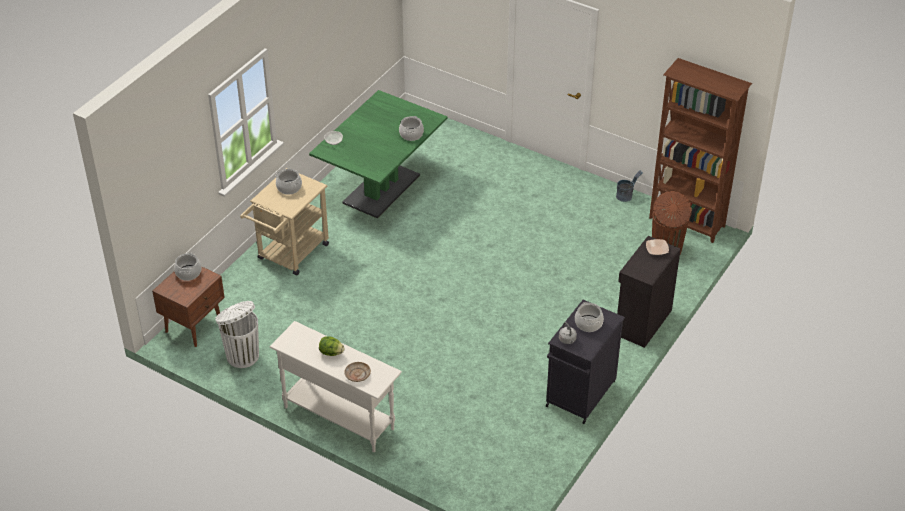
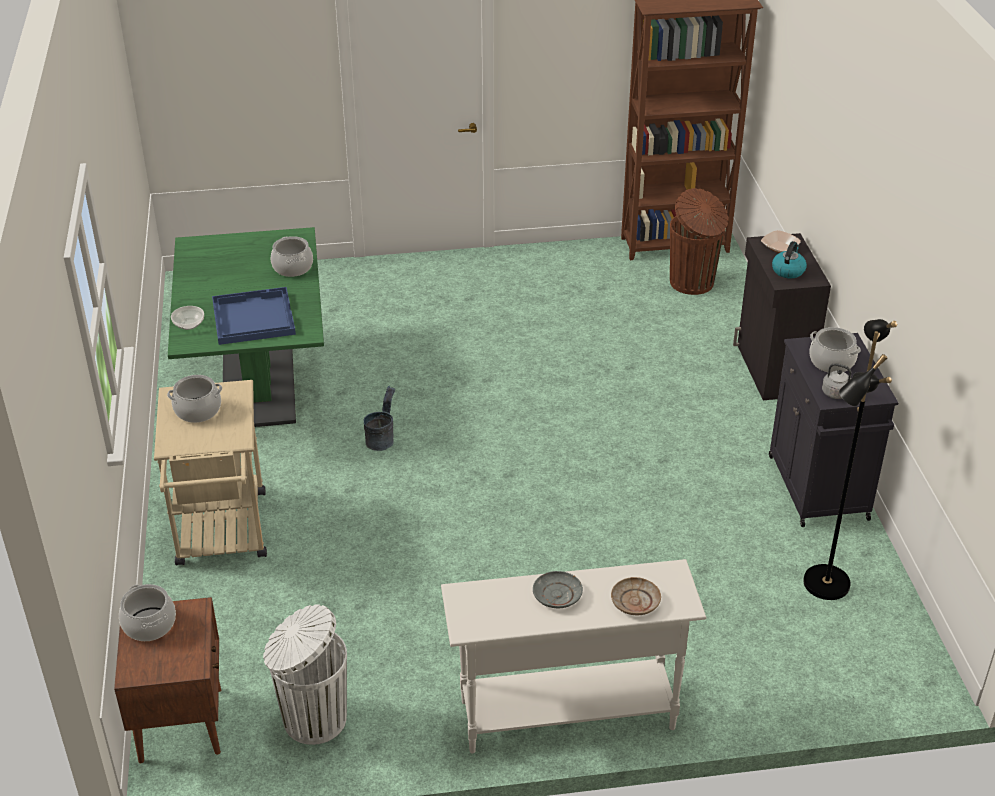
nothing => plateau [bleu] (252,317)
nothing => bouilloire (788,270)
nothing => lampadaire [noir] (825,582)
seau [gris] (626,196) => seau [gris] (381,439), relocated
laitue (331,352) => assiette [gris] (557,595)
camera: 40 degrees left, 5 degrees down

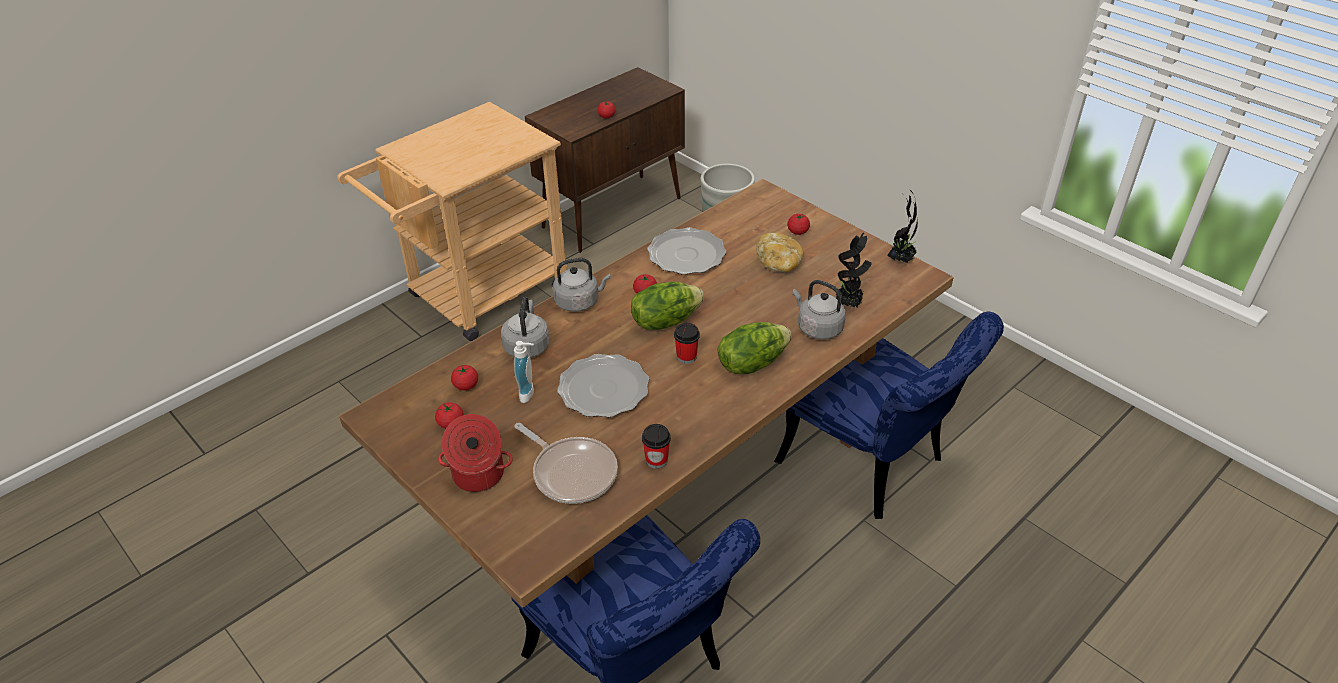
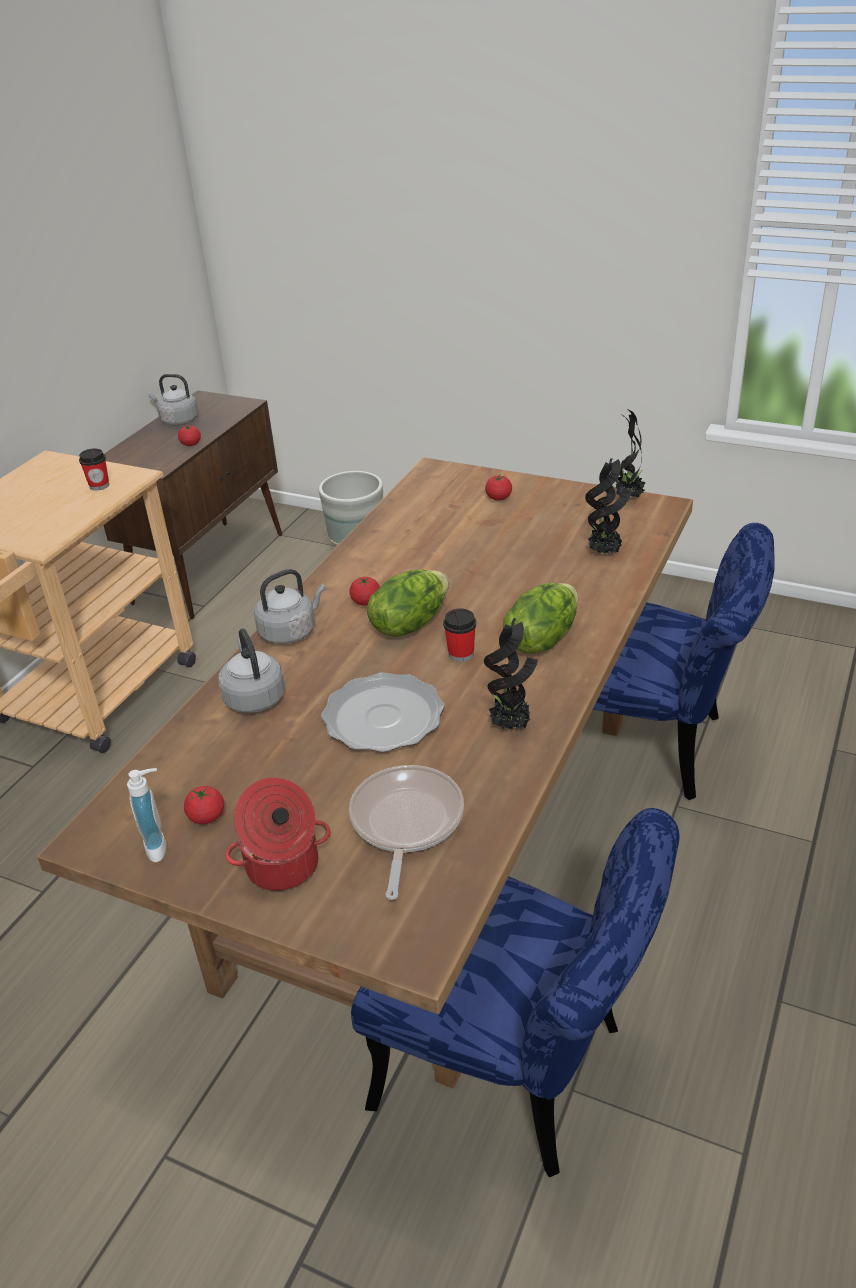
tomate (466,385) => nothing
assiette (687,255) => nothing
pain (779,263) => nothing
nothing => plante en pot (511,726)
distributeur de savon (529,393) => distributeur de savon (161,846), relocated
tasse (656,460) => tasse (99,485), relocated
bouilloire [gris] (817,328) => bouilloire [gris] (177,421), relocated
poêle (572,472) => poêle (405,823), 105 degrees counterclockwise
camera: 20 degrees left, 5 degrees down

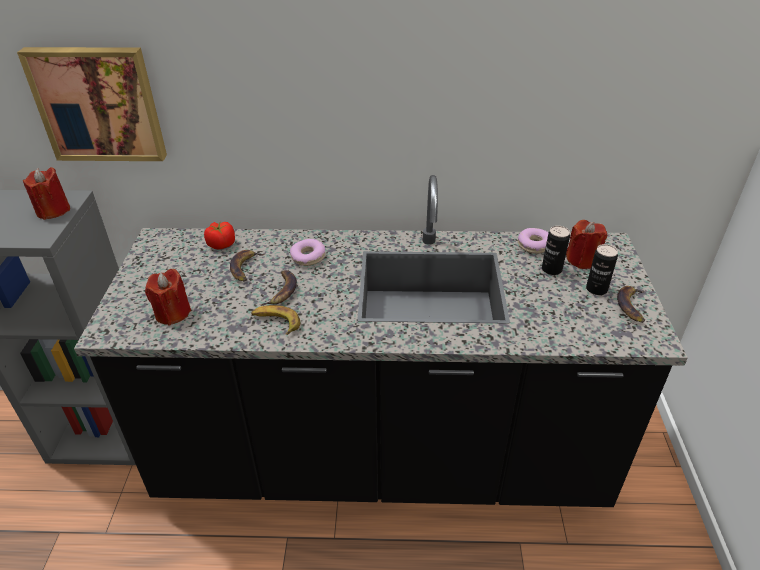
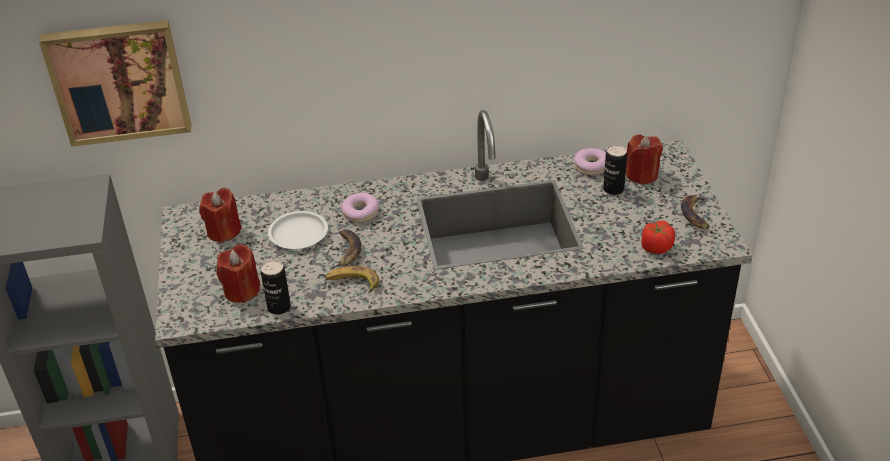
bougie [rouge] (53,211) => bougie [rouge] (223,231), relocated
tomate (221,245) => tomate (656,247), relocated
boîte métallique (596,289) => boîte métallique (279,307), relocated
banane (245,268) => assiette [blanc] (298,234)
camera: 10 degrees left, 0 degrees up

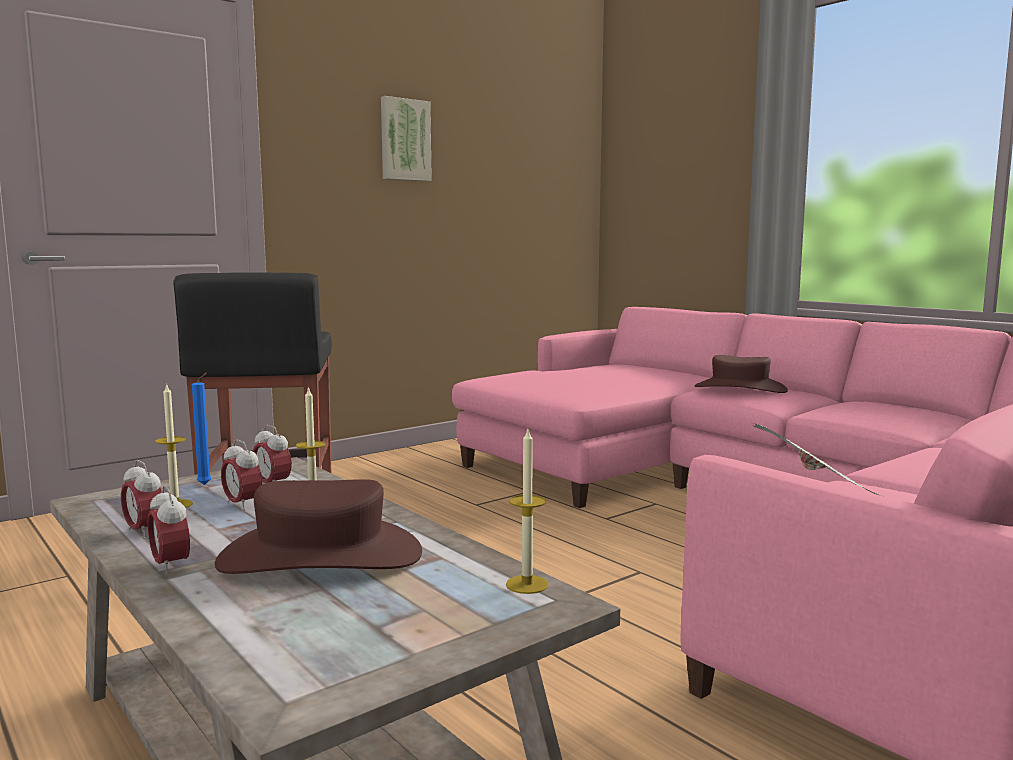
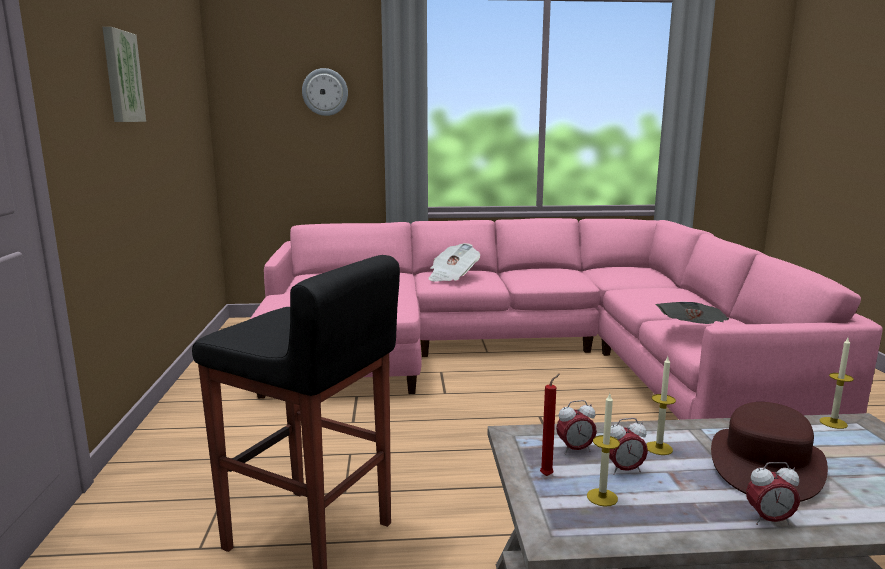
réveil (144,532) => nothing
nothing => horloge murale (325,92)
chapeau [marron] (740,388) => journal (452,277)
bougie [bleu] (206,485) => bougie [rouge] (548,475)
camera: 55 degrees left, 5 degrees up

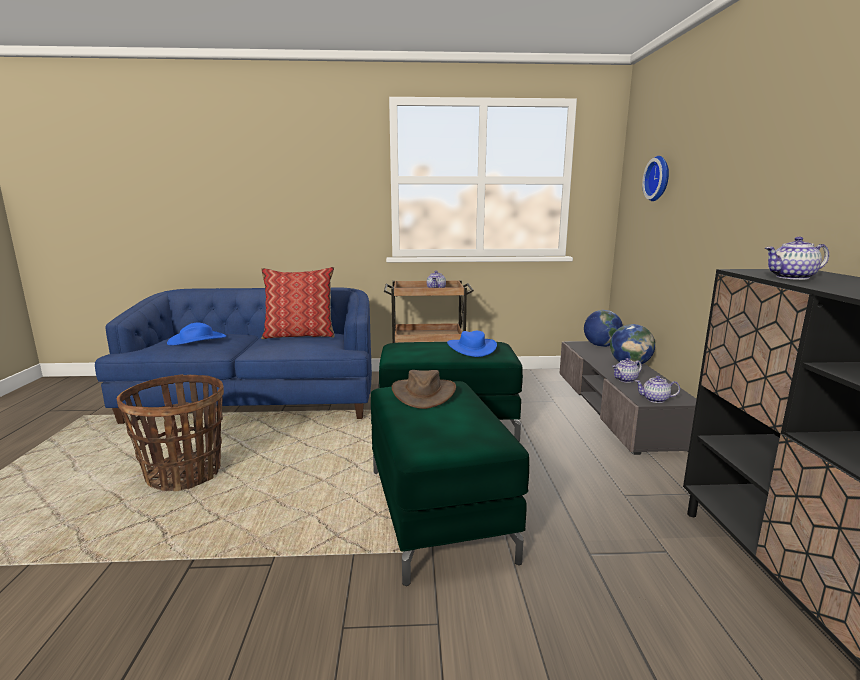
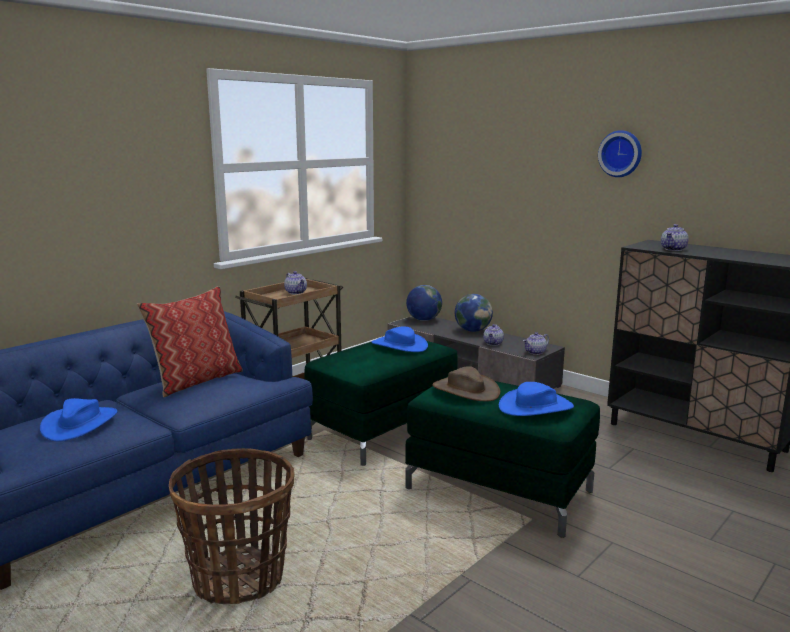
nothing => chapeau [bleu] (536,407)
horloge murale (659,178) => horloge murale (621,153), relocated
camera: 45 degrees left, 0 degrees up

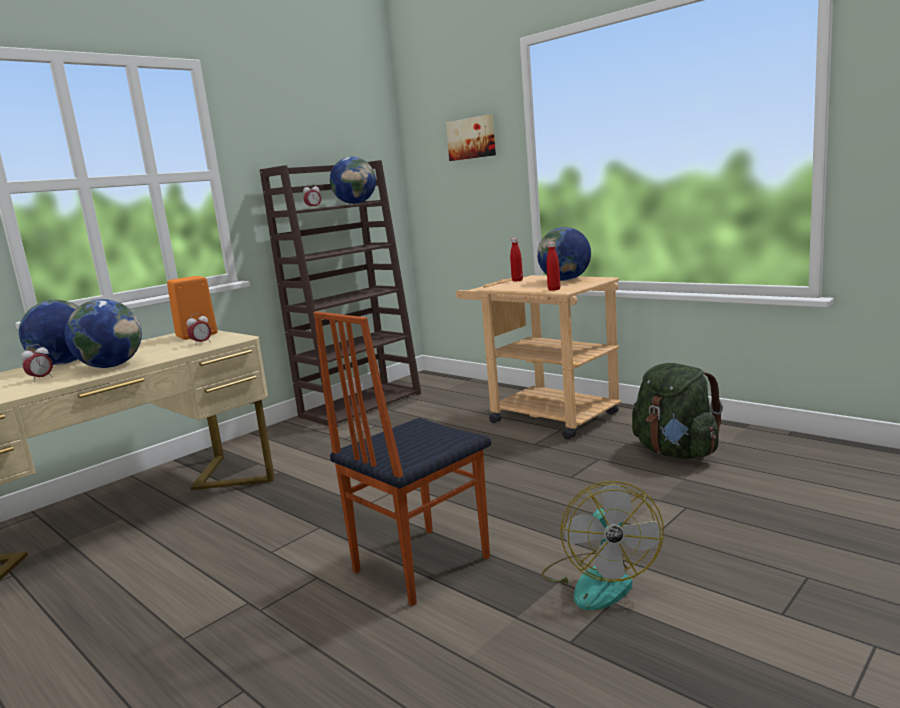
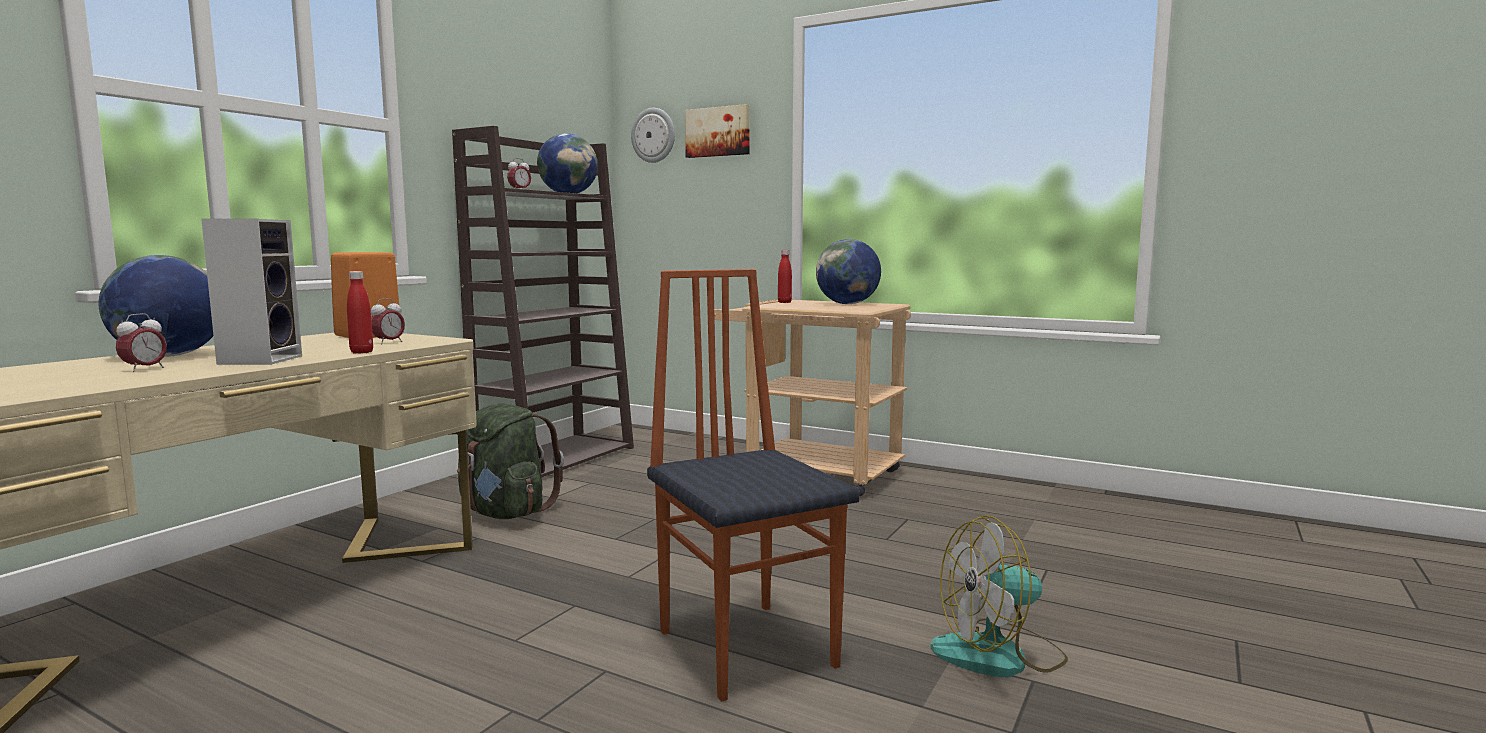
nothing => horloge murale (654,135)
bouteille [rouge] (554,289) => bouteille [rouge] (361,352), relocated
sac à dos [vert] (676,452) => sac à dos [vert] (506,513), relocated
globe (111,366) => enceinte (261,359)
chaise (419,564) => chaise (748,647), 120 degrees clockwise
ventilateur (598,580) => ventilateur (999,655), 90 degrees clockwise
camera: 15 degrees left, 5 degrees down

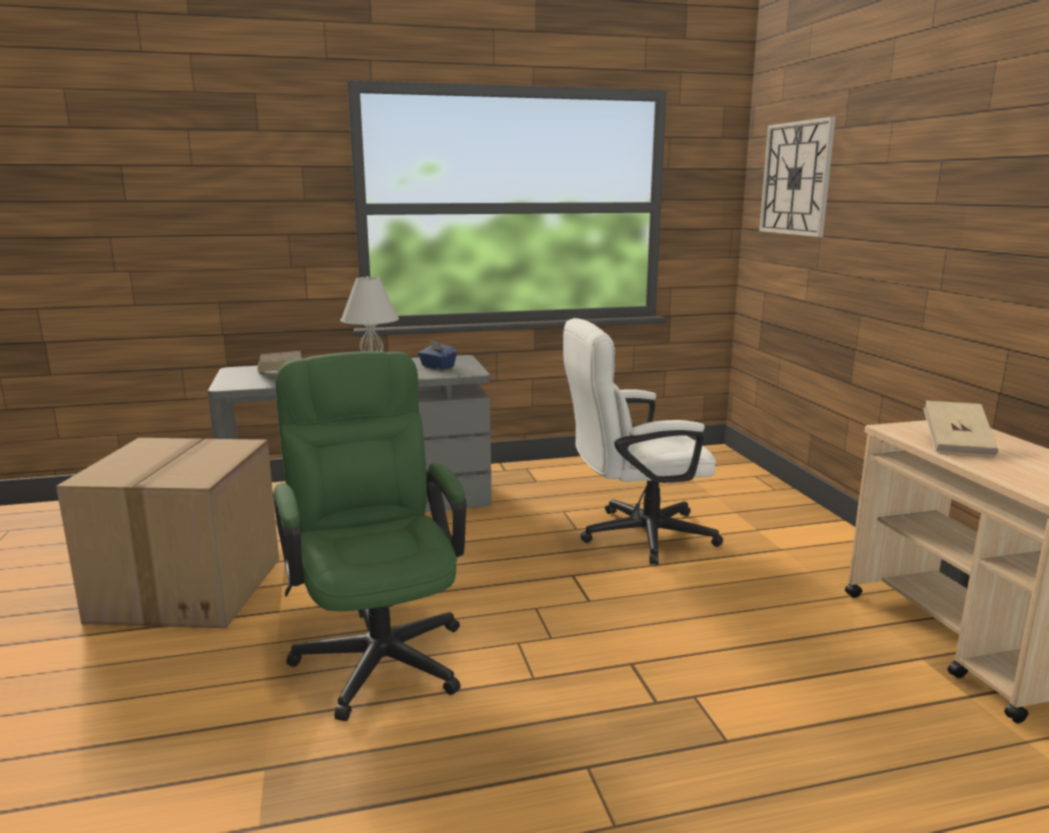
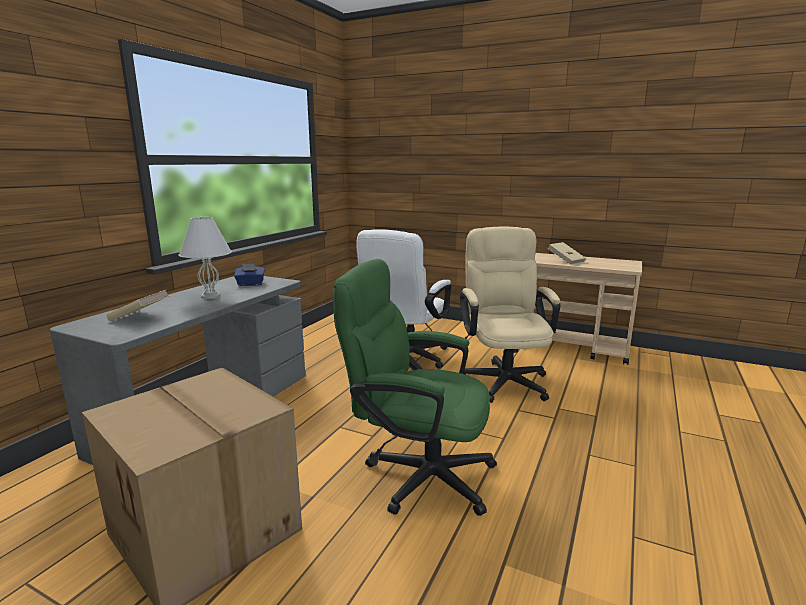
horloge murale (796,178) => nothing
nothing => chaise de bureau [beige] (503,378)
camera: 50 degrees left, 0 degrees up

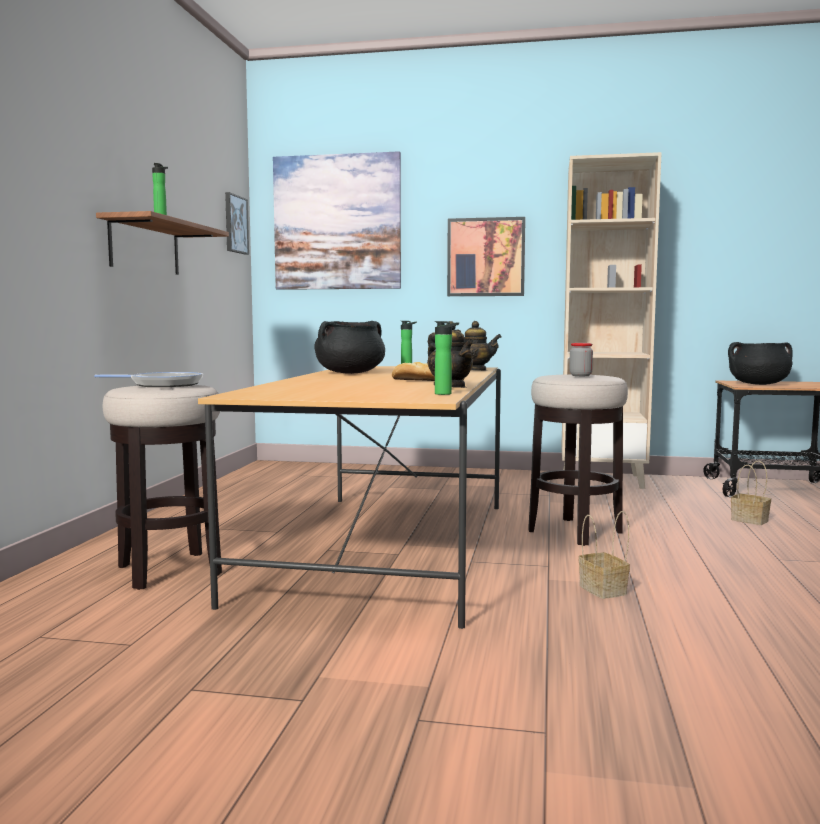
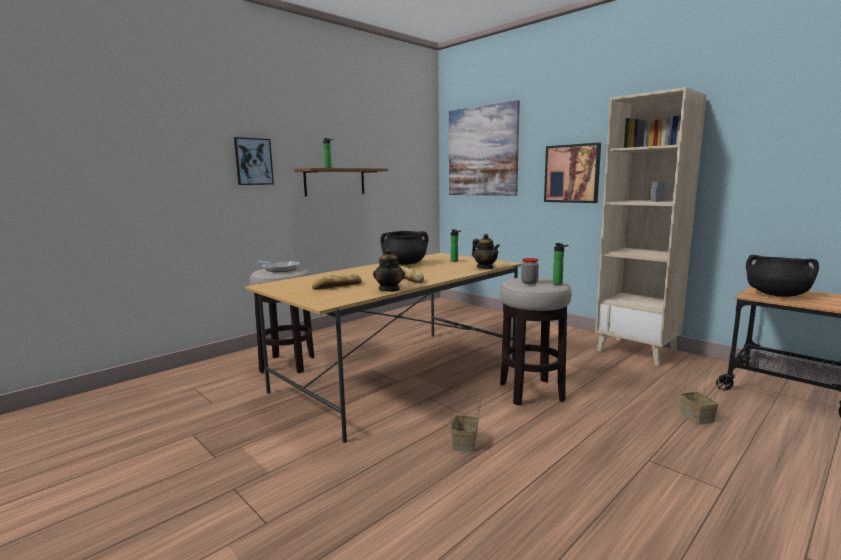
nothing => pain (336,286)
tableau (235,224) => tableau (253,161), relocated
bouteille (446,394) => bouteille (559,284), relocated
camera: 35 degrees right, 5 degrees up

